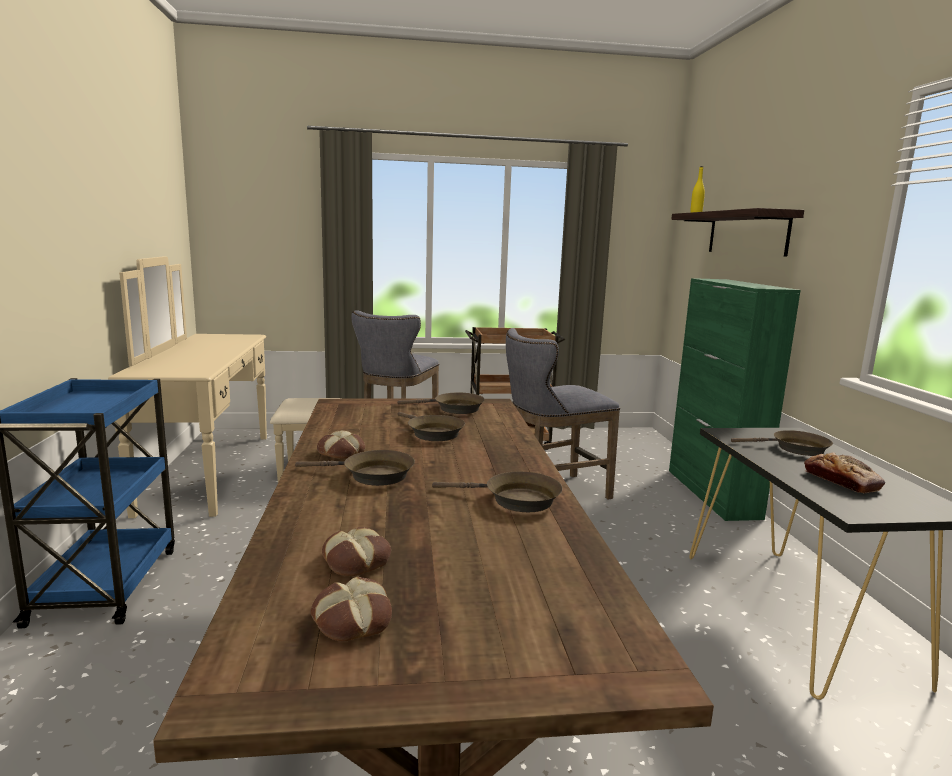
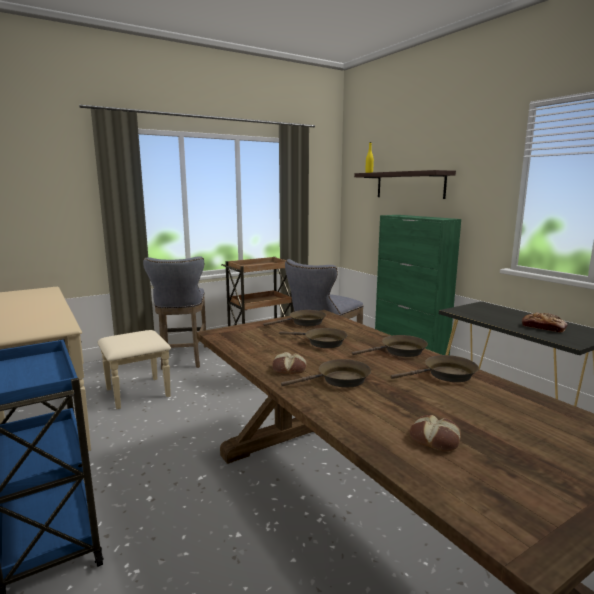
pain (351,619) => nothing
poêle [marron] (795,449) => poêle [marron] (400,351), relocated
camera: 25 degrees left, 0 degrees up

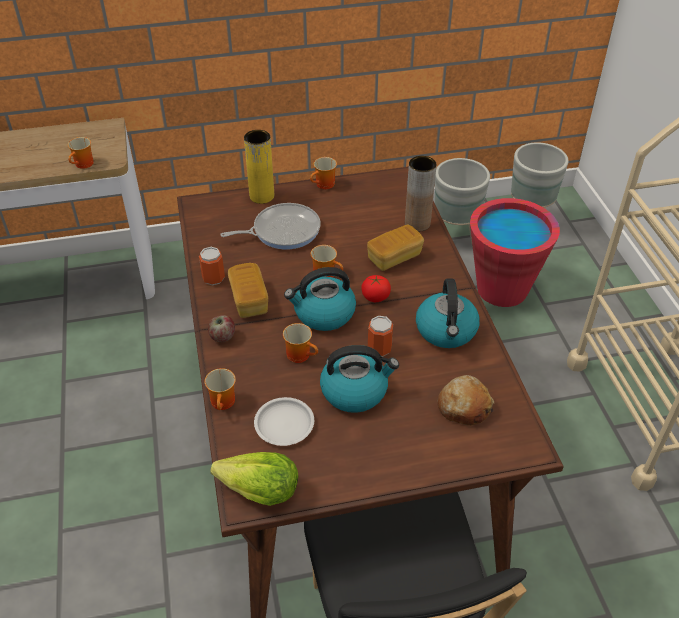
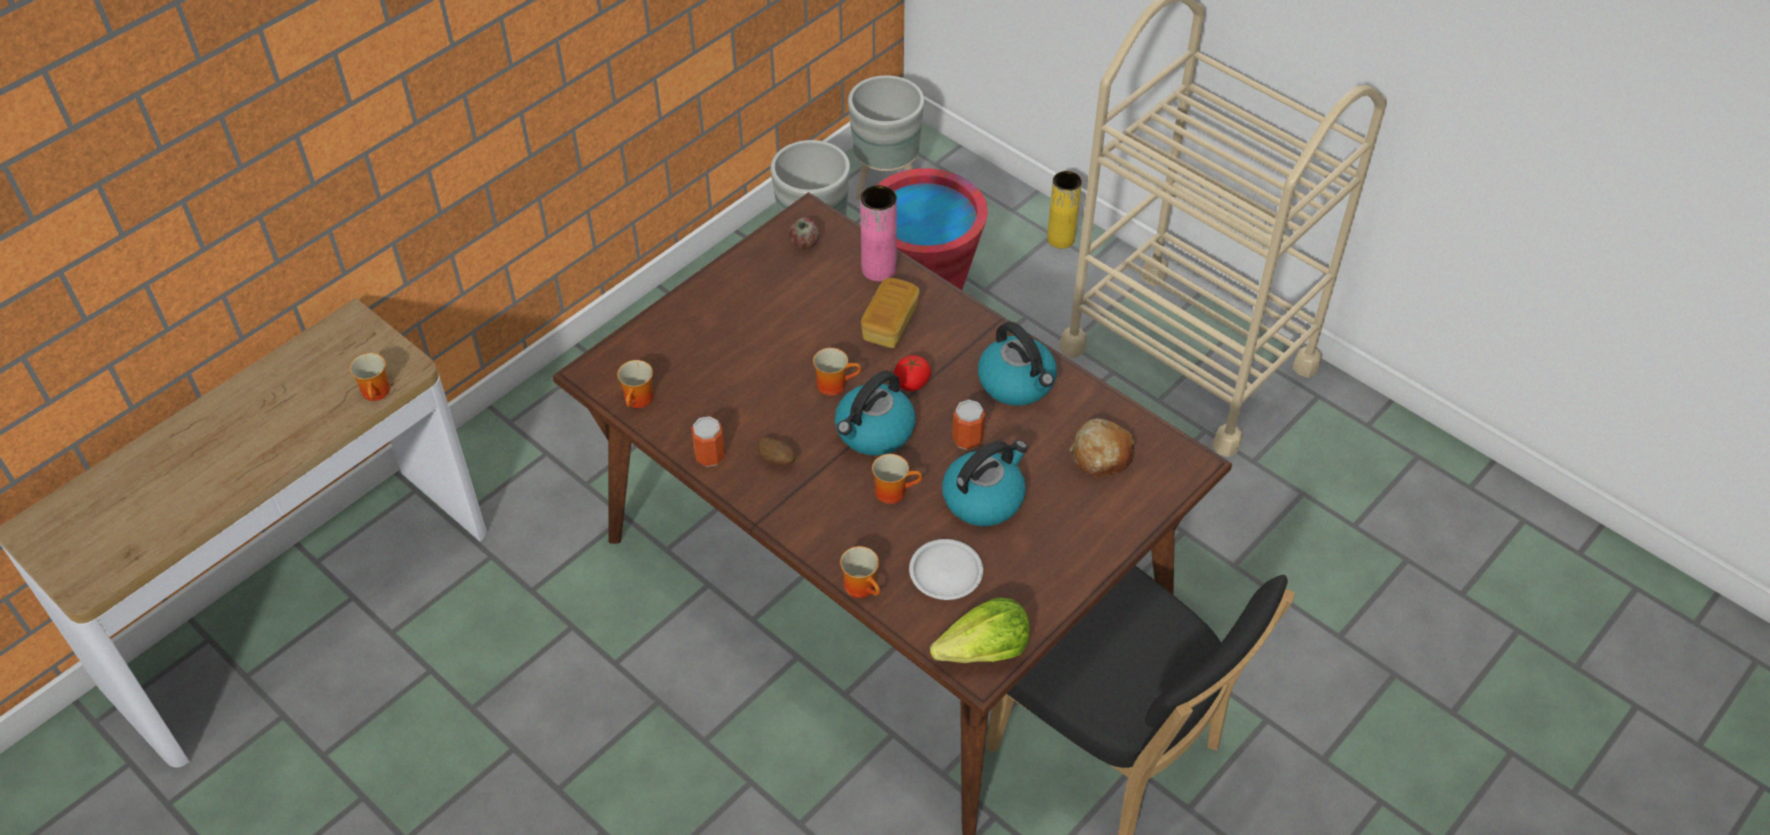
poêle (282,231) => nothing
pomme (222,337) => pomme (804,244), relocated
vase [jaune] (262,196) => vase [jaune] (1060,239), relocated
mug (324,185) => mug (640,400), relocated
pain (249,300) => pomme de terre (777,460)
vase [marron] (417,223) => vase [rose] (878,269)
camera: 35 degrees left, 5 degrees up

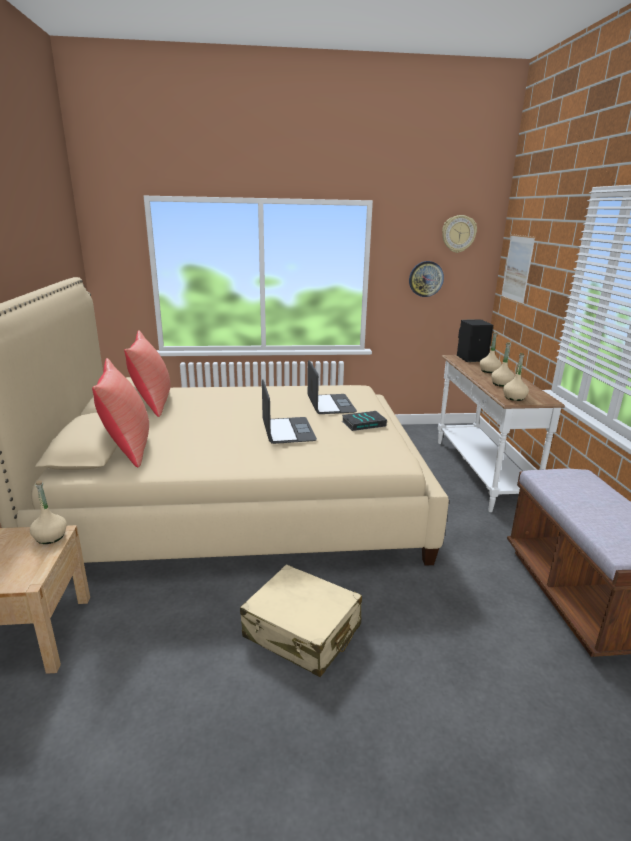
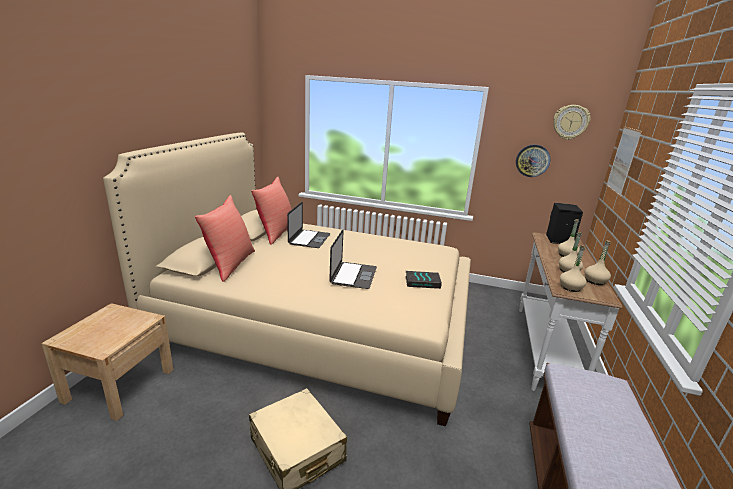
bouteille [beige] (50,537) => bouteille [beige] (595,281), relocated
ordinateur portable (330,404) => ordinateur portable (309,239), relocated
camera: 20 degrees right, 0 degrees up

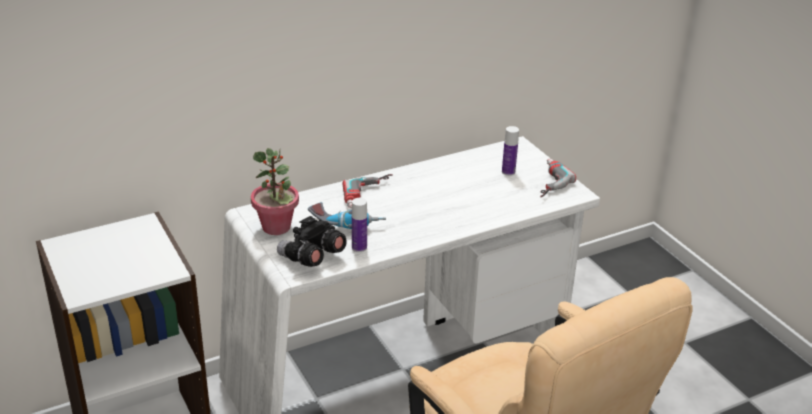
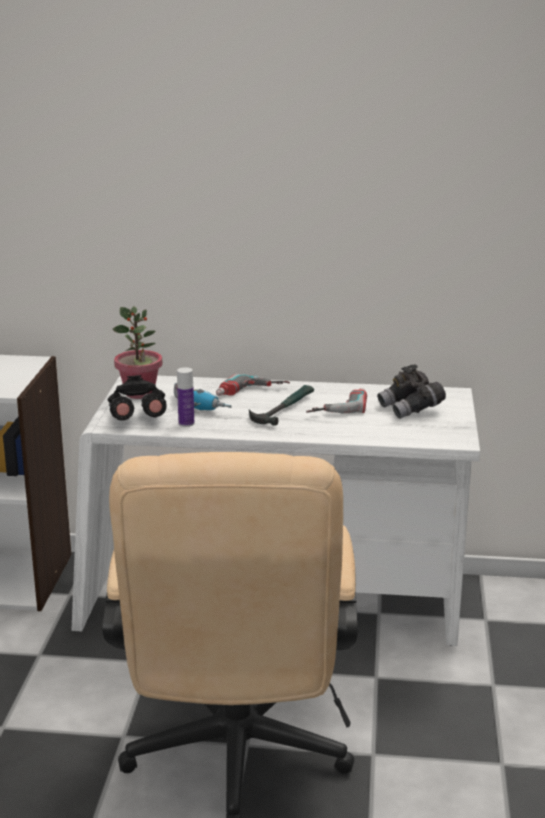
nothing => marteau (283,409)
perceuse (545,181) => perceuse (337,406), relocated
bouteille (508,172) => jumelles [gris] (411,409)
camera: 35 degrees right, 10 degrees down

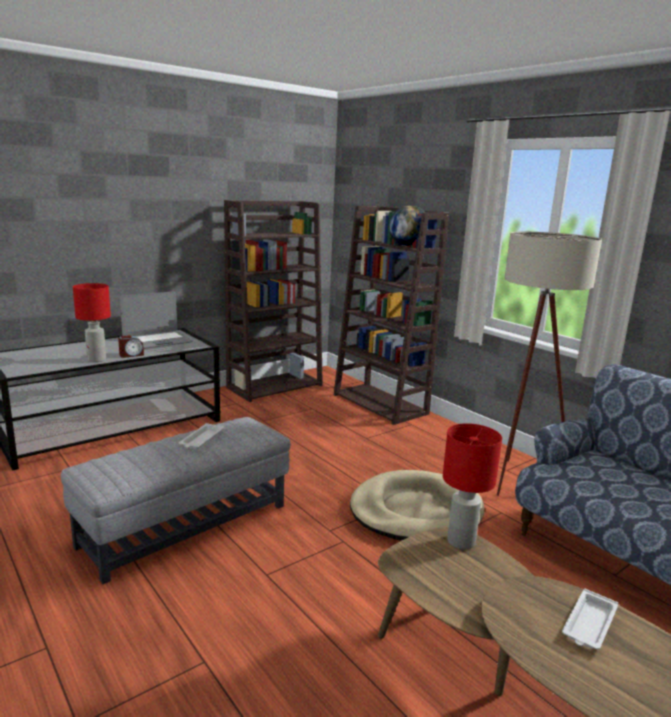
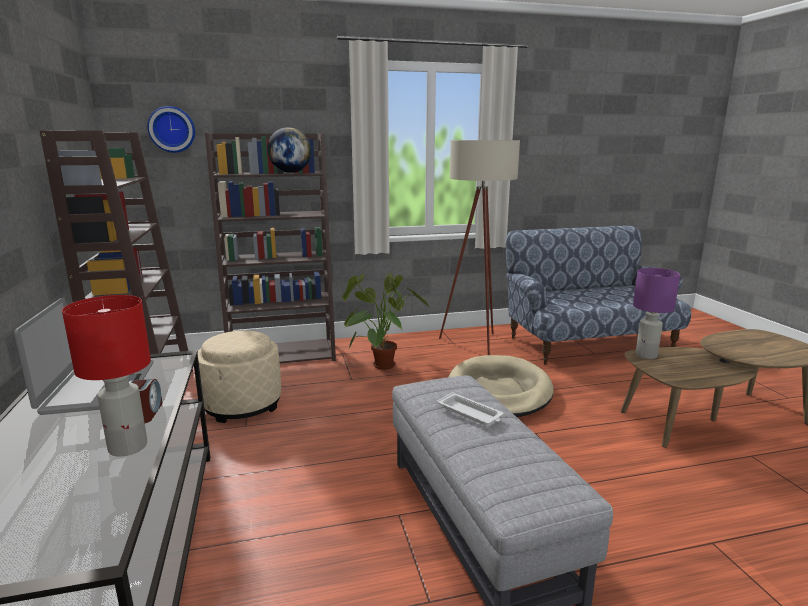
plateau [blanc] (589,624) => nothing
nothing => horloge murale (172,129)
nothing => pouf [beige] (242,404)
nothing => plante en pot (381,361)
lampe de table [rouge] (460,541) => lampe de table [violet] (646,355)
camera: 65 degrees left, 0 degrees up

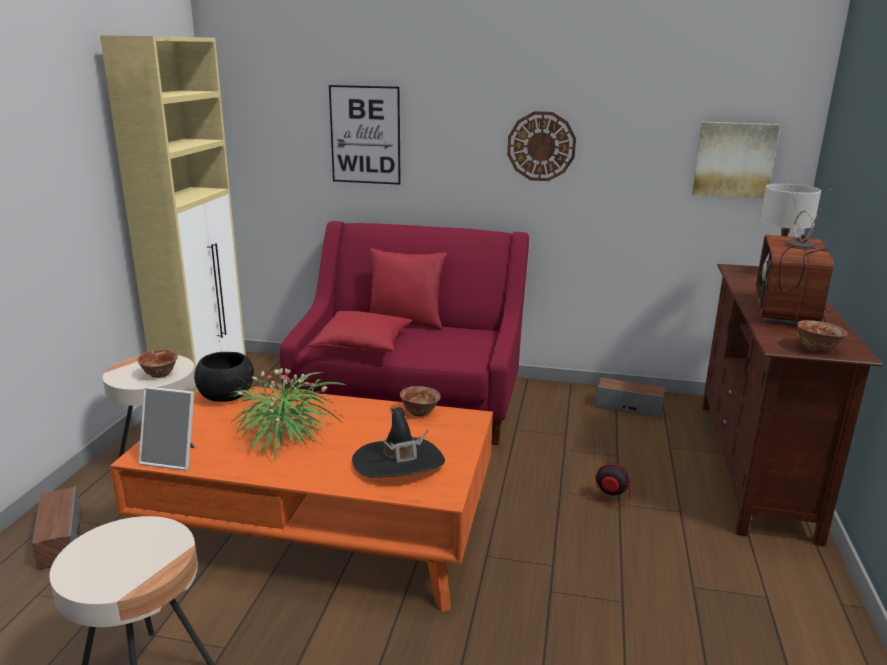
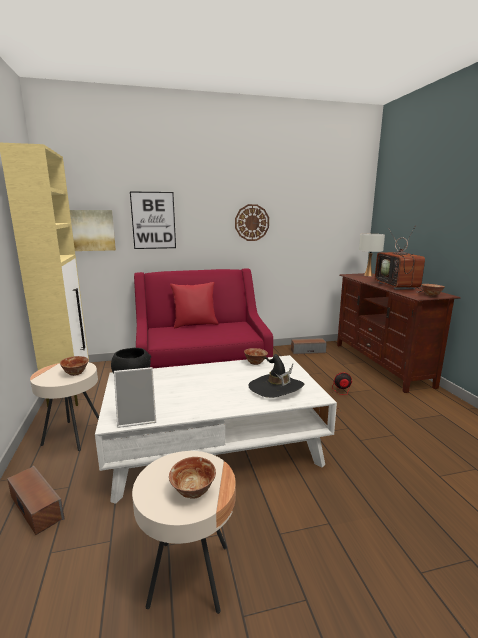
plante en pot (284,436) => nothing
coussin [rouge] (363,345) => nothing
nothing => bol (193,491)
tableau (734,159) => tableau (93,230), relocated
table basse [orange] (321,527) => table basse [blanc] (215,444)
camera: 25 degrees left, 5 degrees down

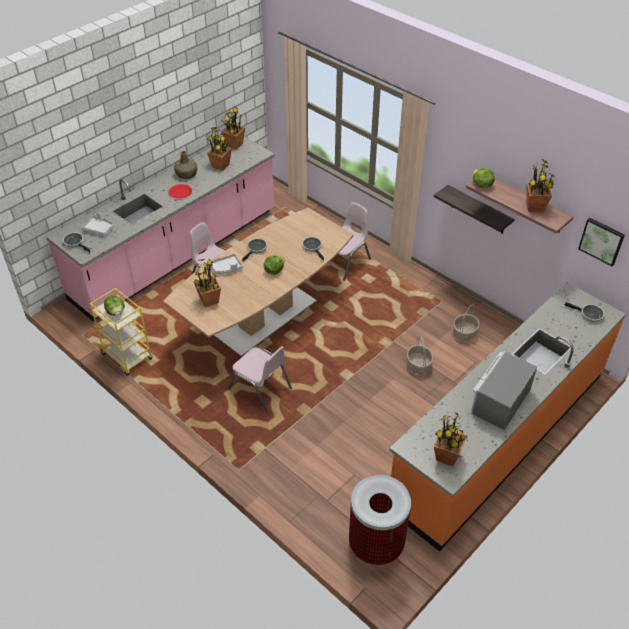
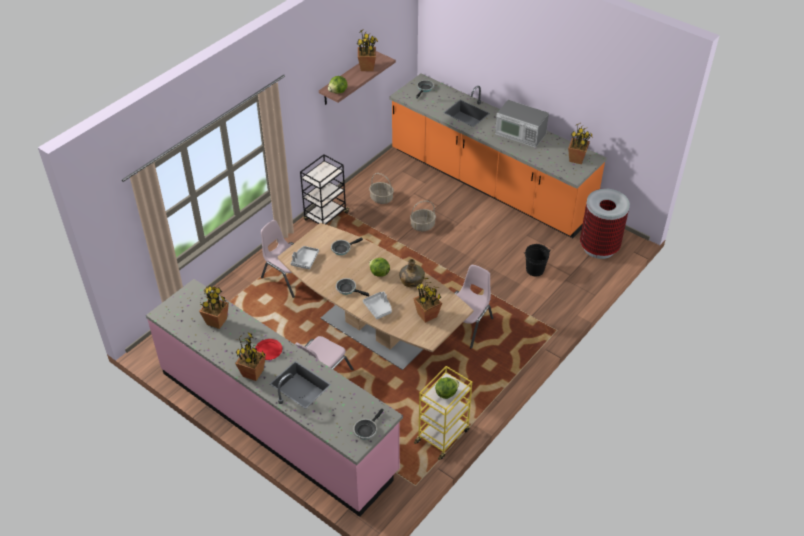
étagère (478,210) => nothing
tableau (602,240) => nothing
nothing => chariot [noir] (325,217)
nothing => seau [noir] (535,270)
plateau [gris] (99,228) => plateau [gris] (305,260), relocated
bouteille [vert] (186,174) => bouteille [vert] (411,281), relocated
plante en pot (234,145) => plante en pot (253,373), relocated
camera: 95 degrees left, 0 degrees up

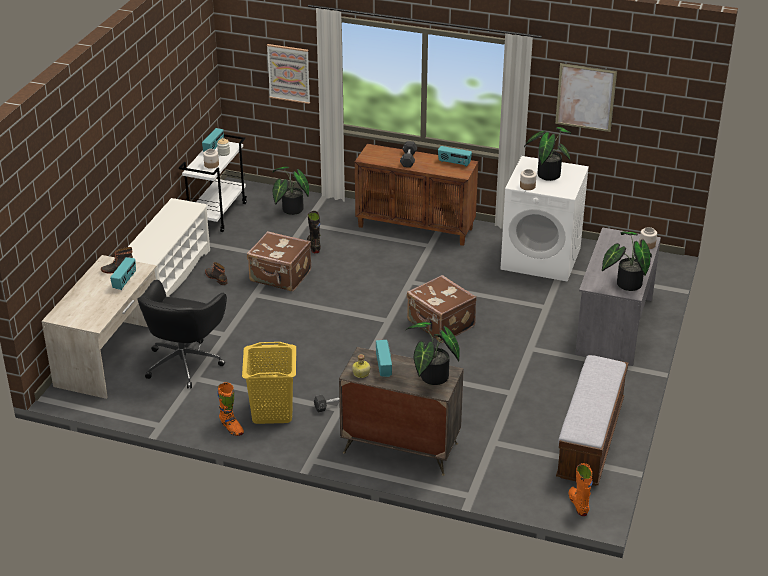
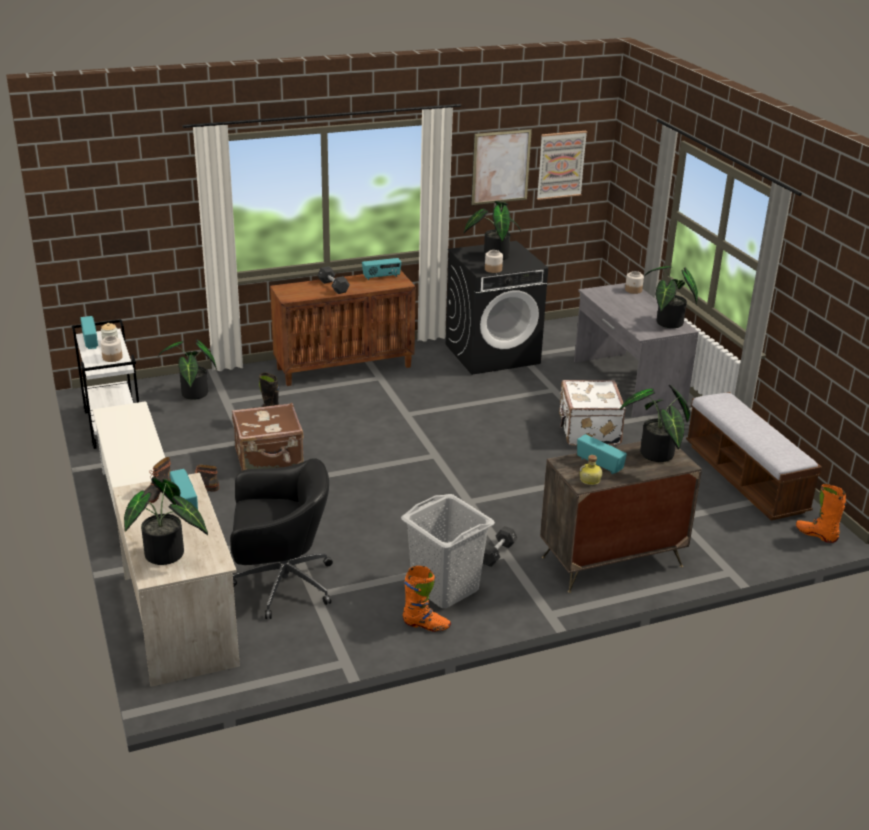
valise [marron] (440,324) => nothing
nothing => plante en pot (167,556)
nothing => valise [blanc] (588,431)
tableau (289,73) => tableau (561,165), relocated
panier à linge [jaune] (272,411) => panier à linge [gris] (445,588)
lave-linge [blanc] (541,258) => lave-linge [noir] (492,353)
chaise de bureau [noir] (184,362) => chaise de bureau [noir] (280,584), 75 degrees counterclockwise
camera: 40 degrees left, 5 degrees down

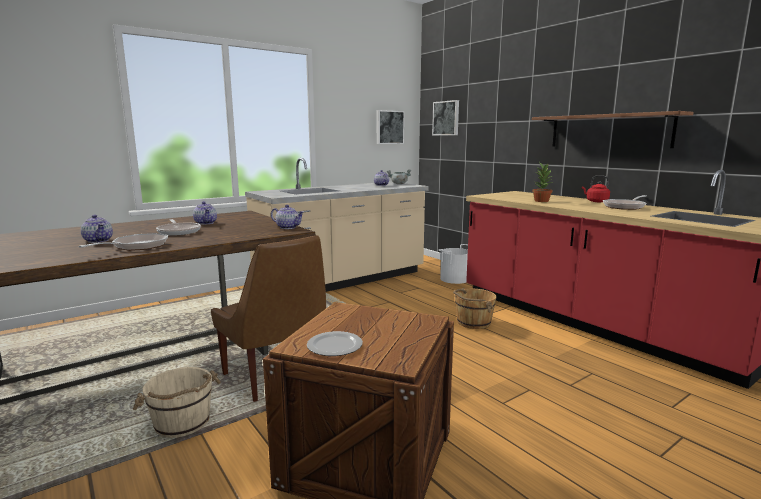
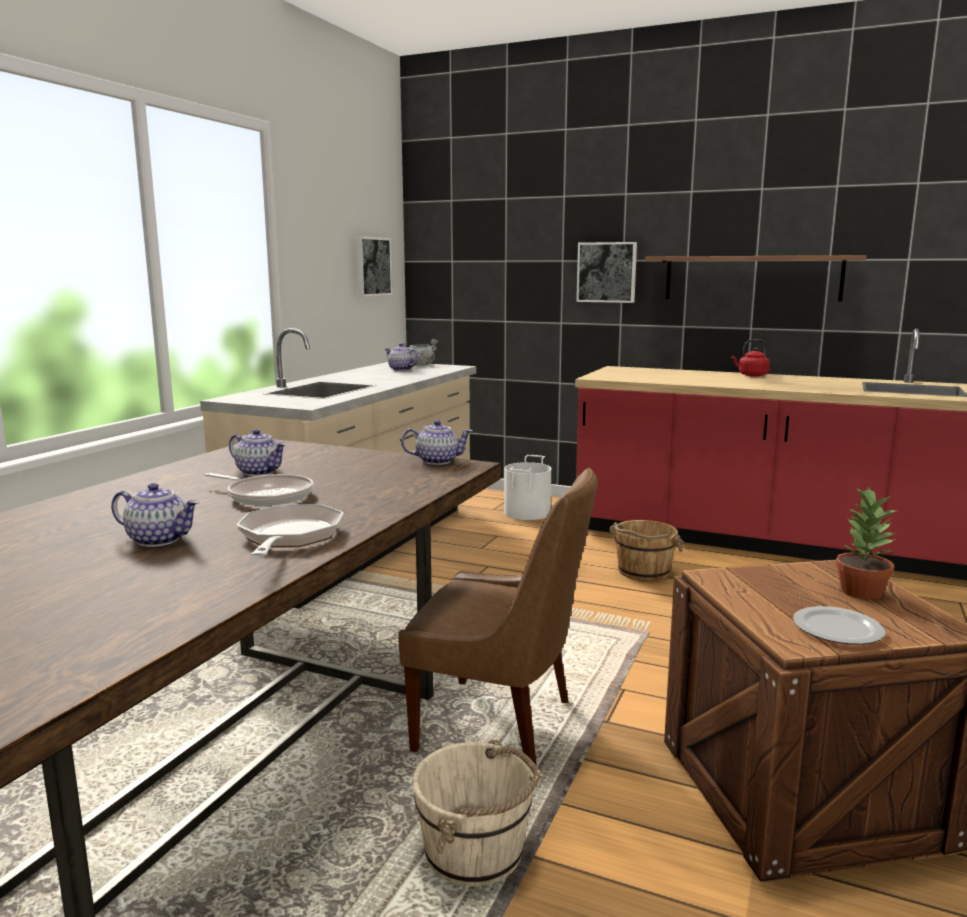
poêle (625,207) => nothing
tableau (446,118) => tableau (607,272), relocated
plante en pot (541,201) => plante en pot (860,591), relocated
camera: 30 degrees left, 0 degrees up

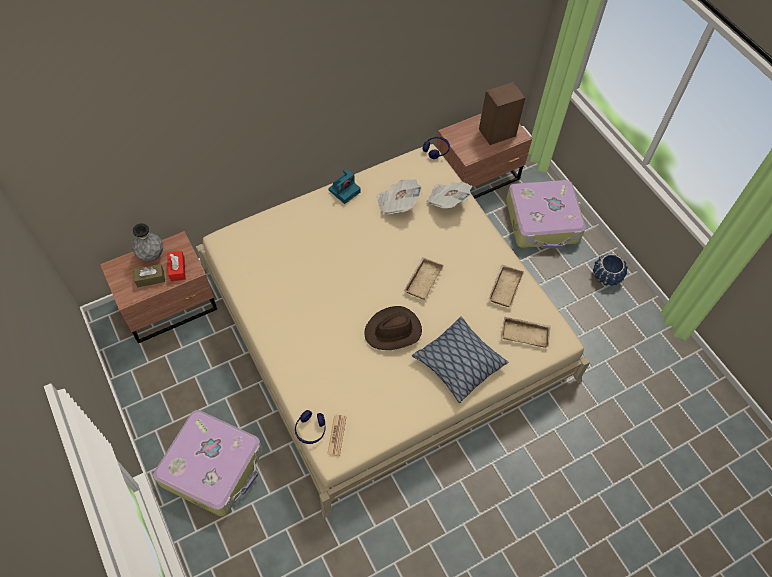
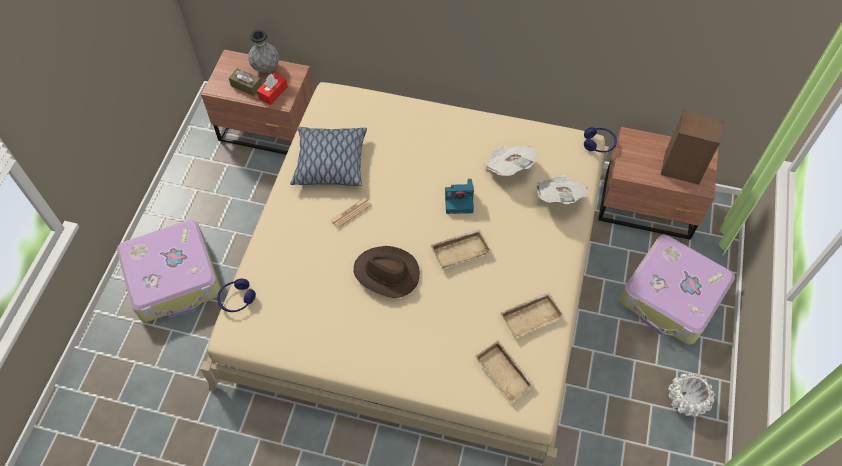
journal (337,435) => journal (350,213), relocated
appareil photo (344,190) => appareil photo (459,200), relocated
coussin (458,363) => coussin (330,162), relocated
cache-pot [bleu] (607,276) => cache-pot [blanc] (687,400)
camera: 45 degrees right, 0 degrees up

